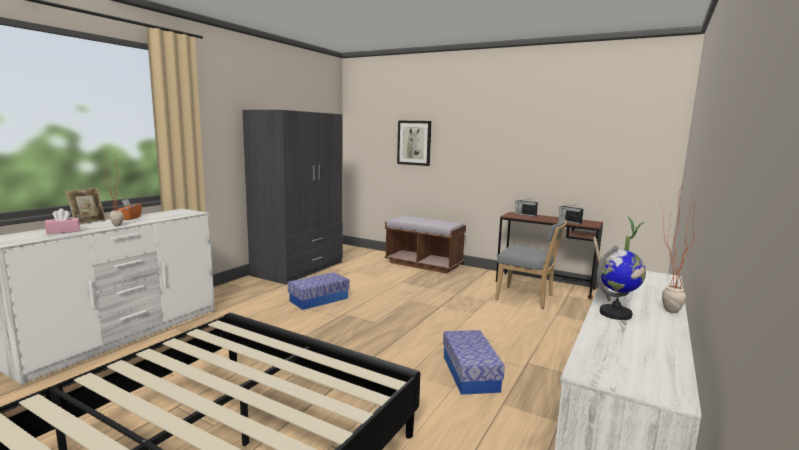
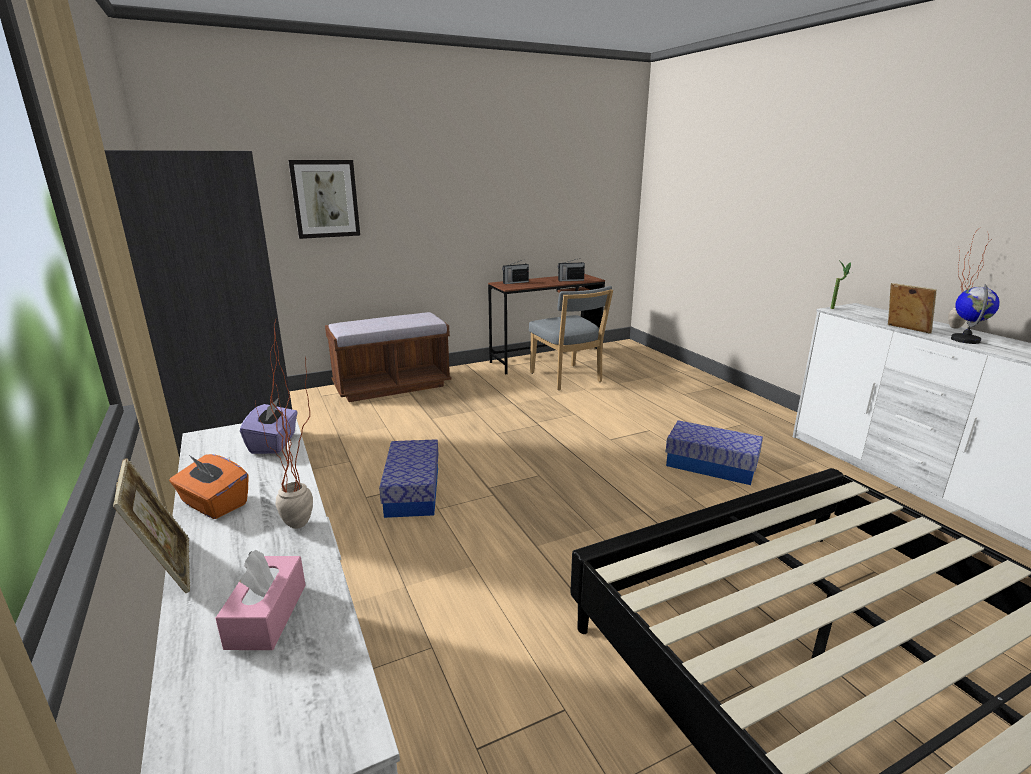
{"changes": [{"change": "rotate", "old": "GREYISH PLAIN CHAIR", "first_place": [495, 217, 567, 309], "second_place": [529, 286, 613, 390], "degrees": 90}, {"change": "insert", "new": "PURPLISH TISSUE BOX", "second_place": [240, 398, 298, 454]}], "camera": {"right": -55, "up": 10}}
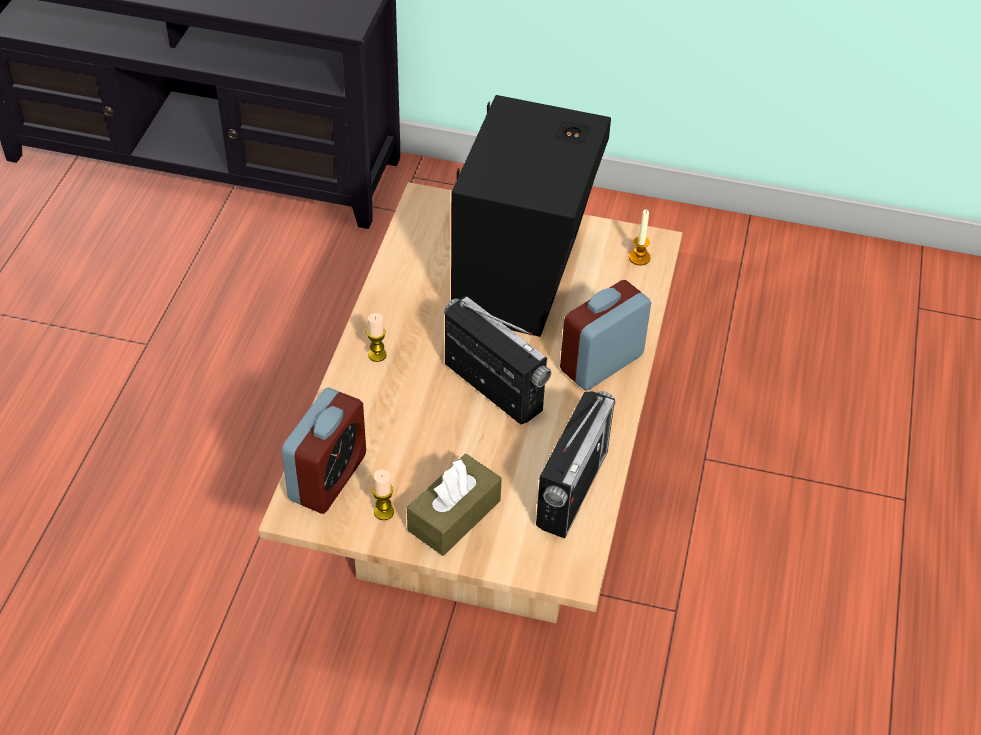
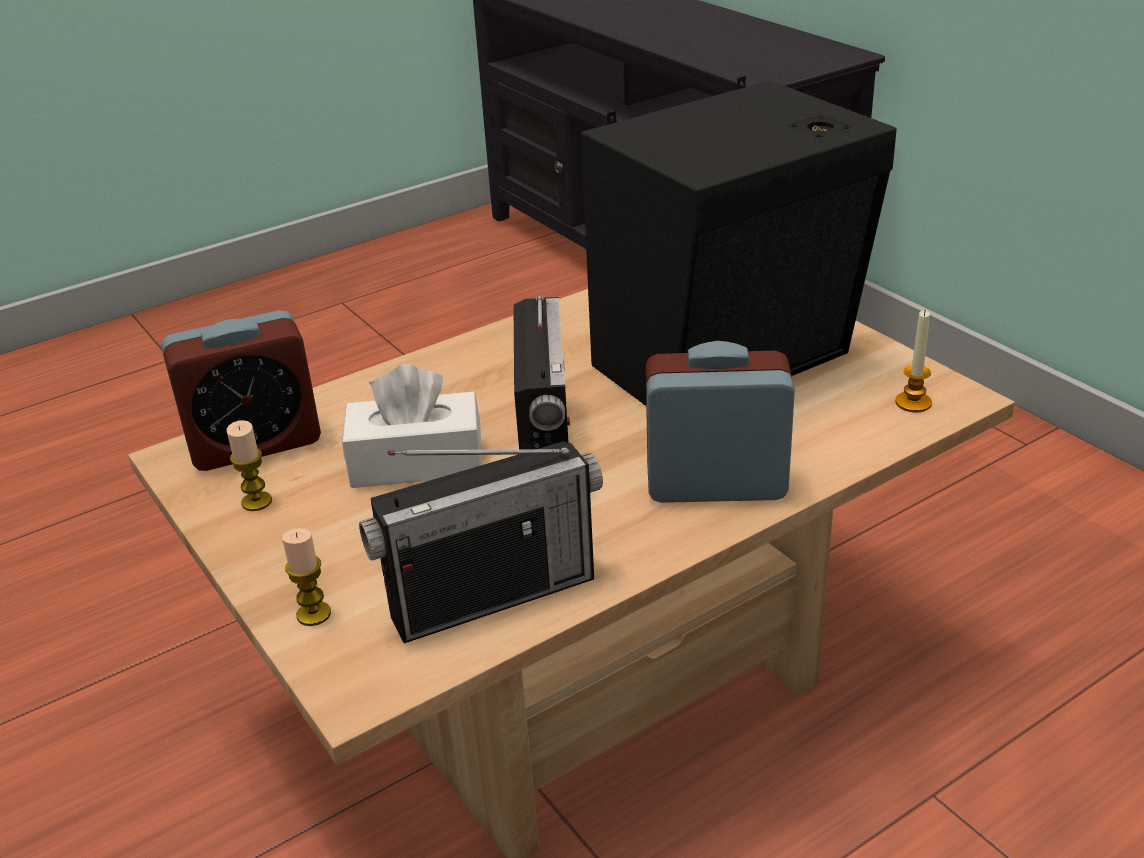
{"changes": [{"change": "move", "old": "WAX LIGHT", "first_place": [367, 313, 387, 362], "second_place": [282, 528, 331, 626]}, {"change": "delete", "old": "BROWN-COLOURED TISSUE BOX", "first_place": [407, 454, 502, 556]}, {"change": "insert", "new": "WHITE TISSUE BOX", "second_place": [342, 364, 482, 488]}], "camera": {"right": 45, "up": -15}}
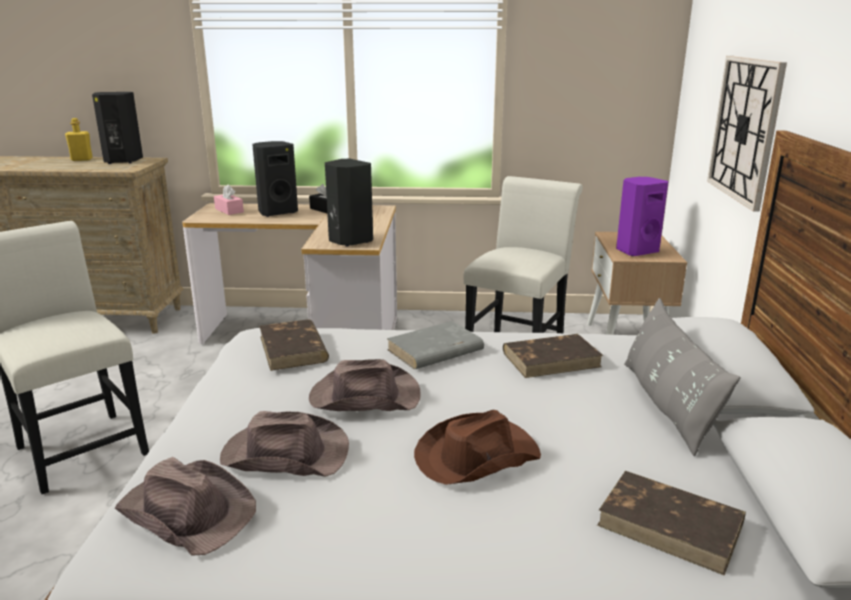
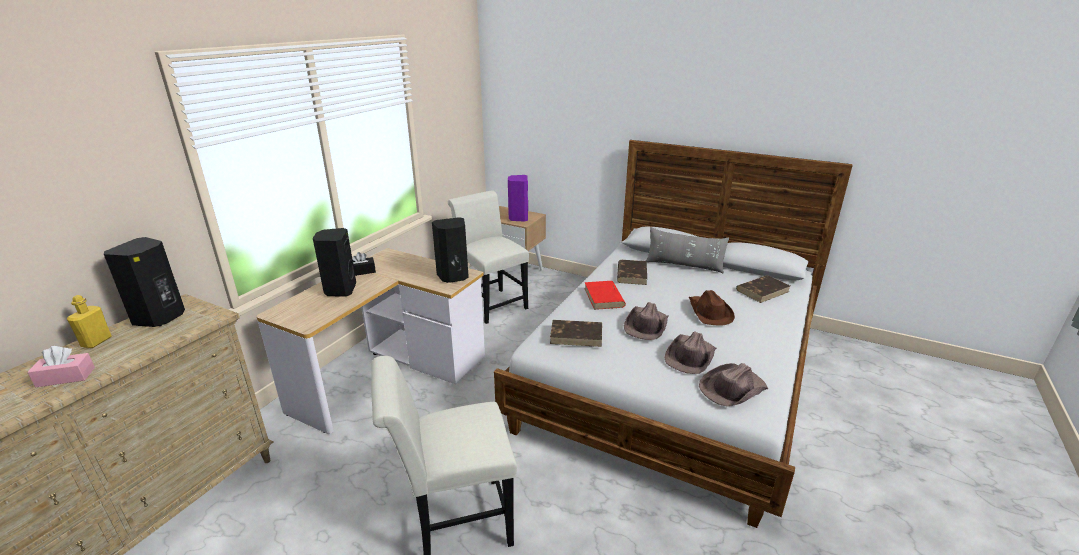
{"changes": [{"change": "move", "old": "PINK-COLOURED TISSUE BOX", "first_place": [214, 184, 244, 215], "second_place": [27, 346, 95, 387]}, {"change": "recolor", "old": "GREYISH BOUND BOOK", "new": "RED-COLOURED BOUND BOOK", "first_place": [387, 321, 484, 370], "second_place": [584, 281, 626, 310]}, {"change": "delete", "old": "WALL CLOCK", "first_place": [707, 56, 787, 212]}], "camera": {"right": -65, "up": 5}}
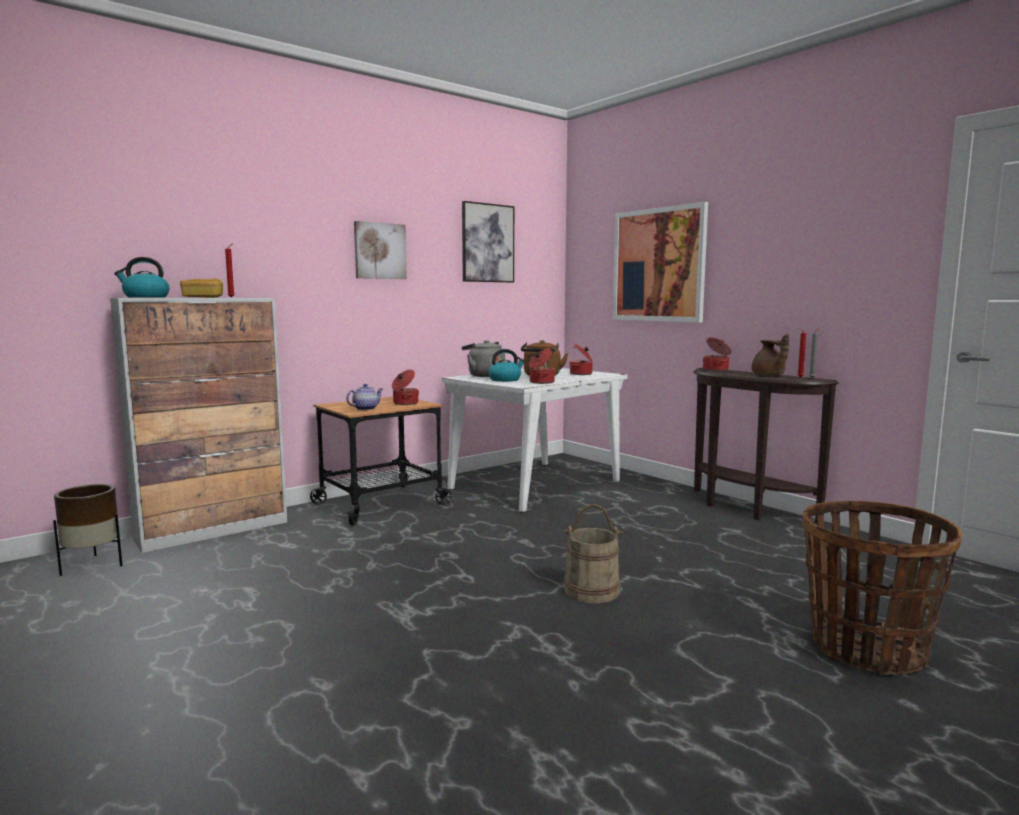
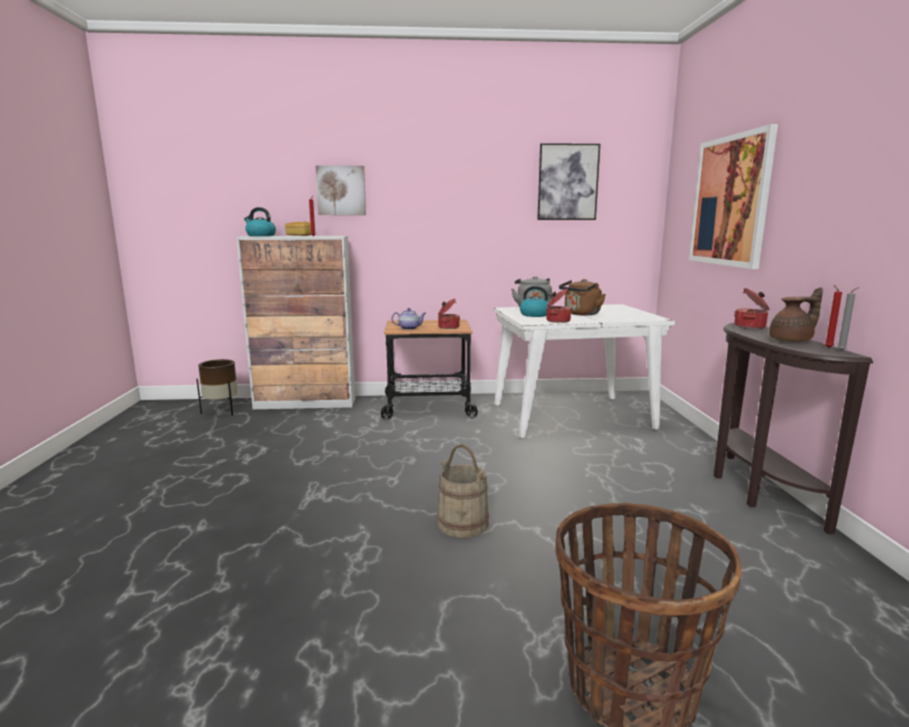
{"changes": [{"change": "move", "old": "WALL ART", "first_place": [354, 221, 407, 279], "second_place": [316, 166, 366, 215]}, {"change": "delete", "old": "SAUCEPOT", "first_place": [570, 344, 593, 375]}, {"change": "rotate", "old": "BROWN-COLOURED TEAPOT", "first_place": [752, 334, 789, 376], "second_place": [769, 287, 823, 342], "degrees": -120}], "camera": {"right": 35, "up": 5}}
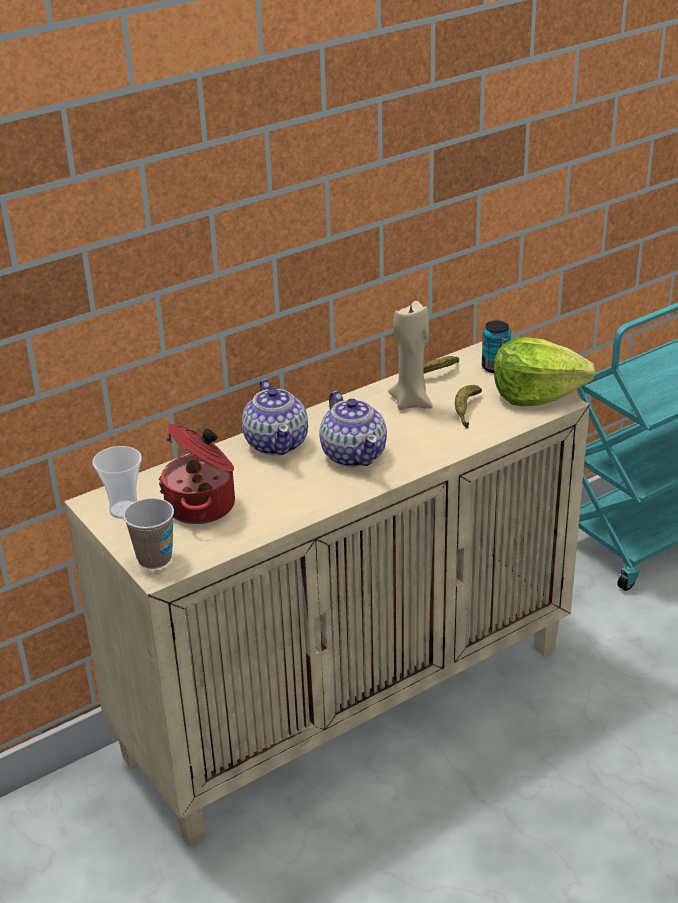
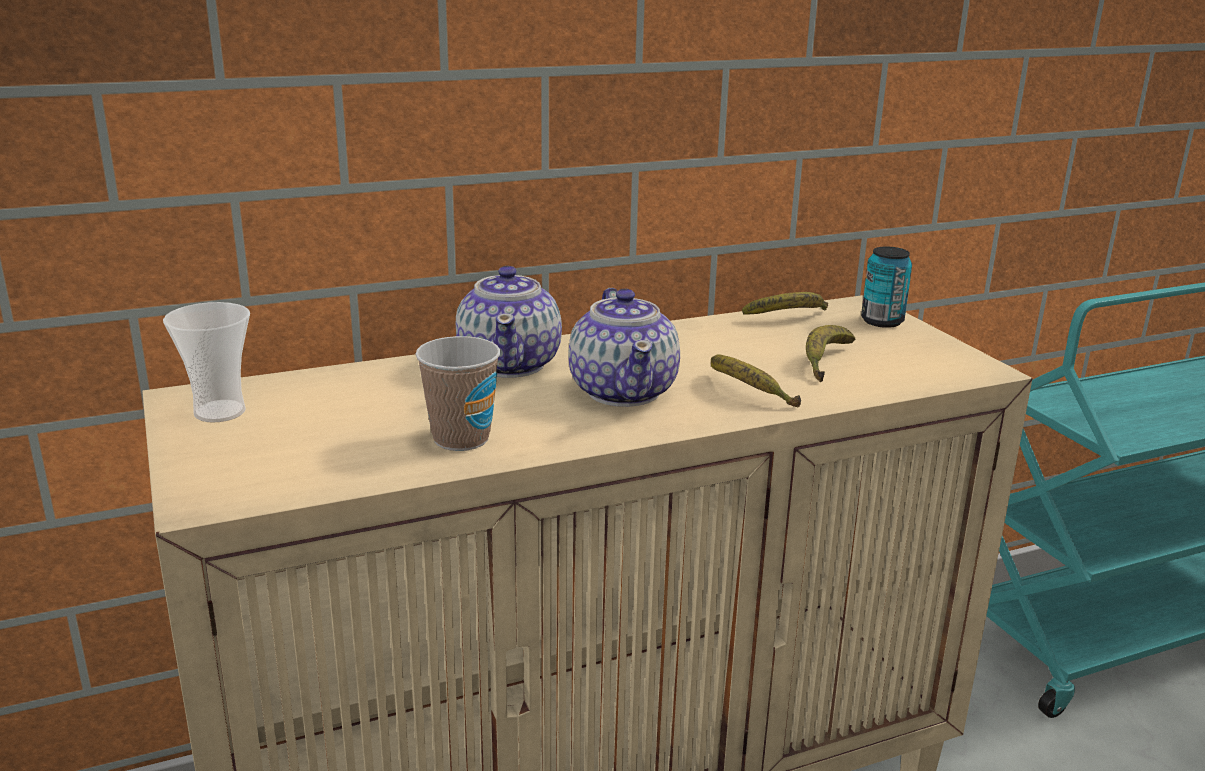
{"changes": [{"change": "move", "old": "CUP", "first_place": [123, 498, 174, 569], "second_place": [415, 336, 501, 451]}, {"change": "delete", "old": "SAUCEPOT", "first_place": [159, 424, 235, 524]}, {"change": "delete", "old": "SAND-COLOURED WAX LIGHT", "first_place": [388, 301, 433, 410]}, {"change": "delete", "old": "LETTUCE HEAD", "first_place": [494, 337, 596, 406]}, {"change": "insert", "new": "BANANA FRUIT", "second_place": [711, 354, 801, 407]}], "camera": {"right": 10, "up": -10}}
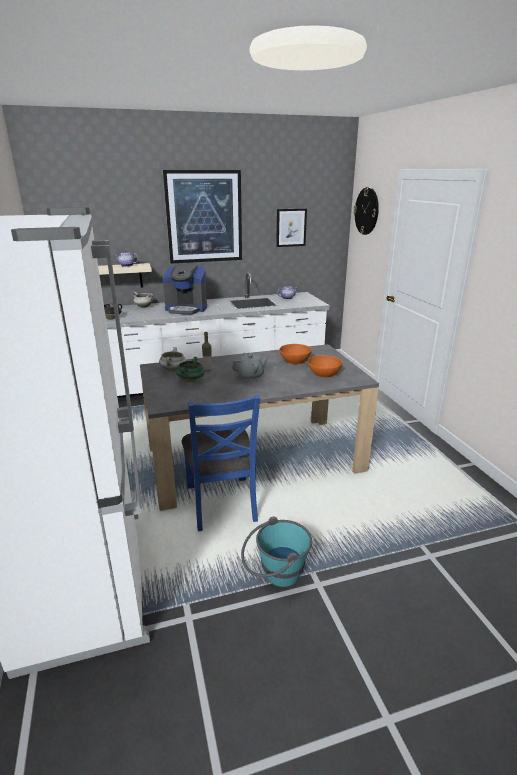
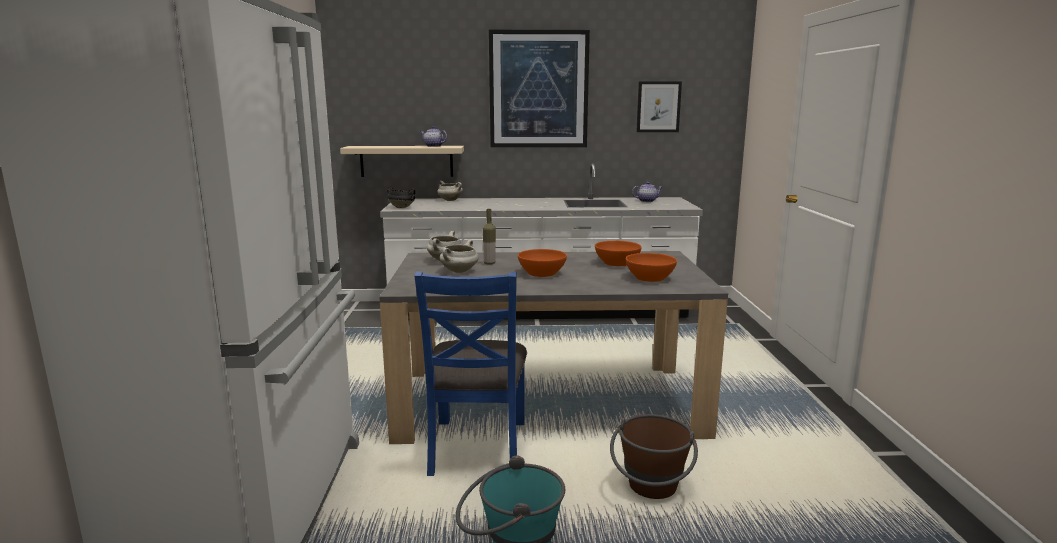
{"changes": [{"change": "delete", "old": "COFFEE MAKER", "first_place": [162, 263, 207, 314]}, {"change": "recolor", "old": "GREEN SAUCEPOT", "new": "WHITE SAUCEPOT", "first_place": [176, 357, 205, 383], "second_place": [440, 240, 479, 273]}, {"change": "replace", "old": "GREYISH TEAPOT", "new": "ORANGE SERVING BOWL", "first_place": [232, 353, 269, 381], "second_place": [518, 249, 567, 277]}, {"change": "delete", "old": "WALL CLOCK", "first_place": [353, 187, 379, 235]}, {"change": "insert", "new": "BROWN-COLOURED BUCKET", "second_place": [610, 414, 698, 499]}], "camera": {"right": 15, "up": -10}}
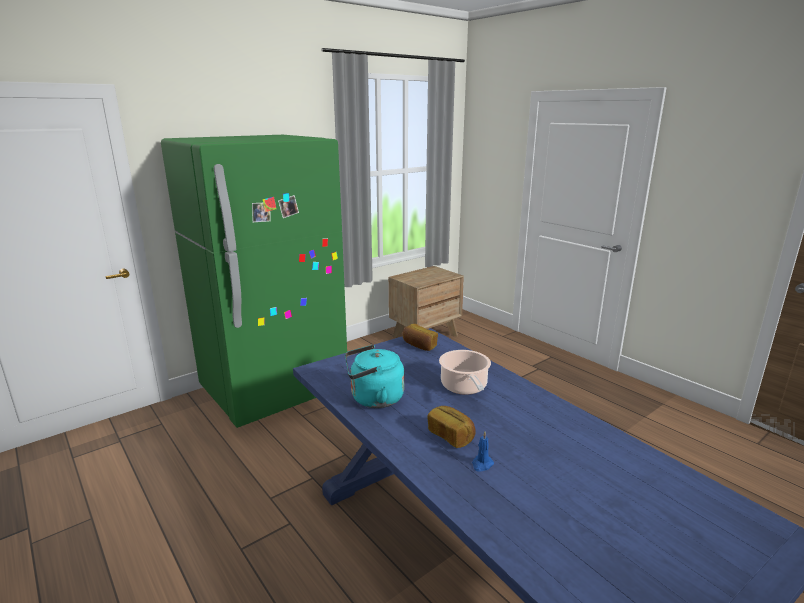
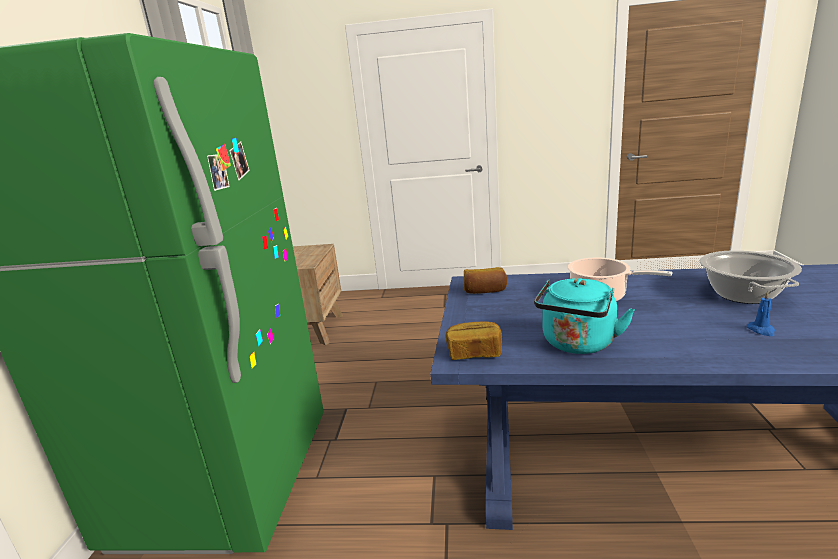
{"changes": [{"change": "move", "old": "BREAD", "first_place": [428, 406, 476, 448], "second_place": [446, 321, 502, 360]}, {"change": "insert", "new": "SAUCEPOT", "second_place": [700, 250, 802, 304]}], "camera": {"right": -45, "up": 0}}
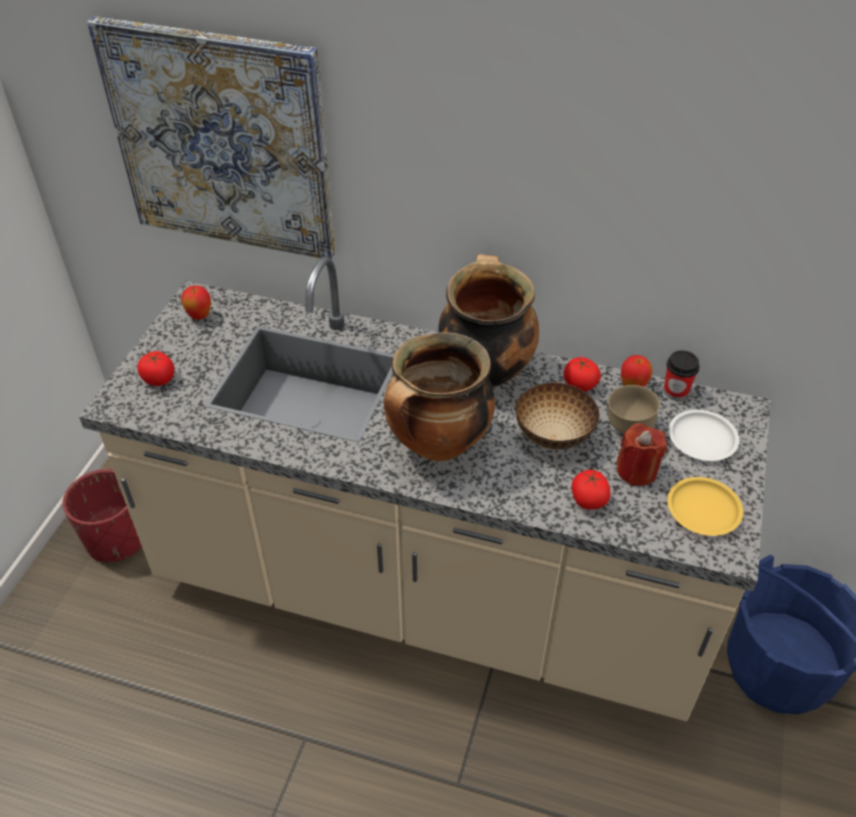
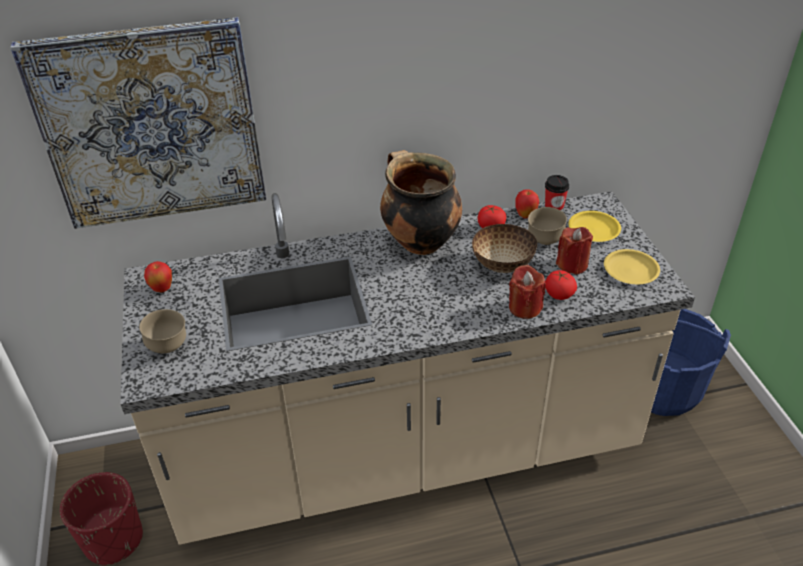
{"changes": [{"change": "replace", "old": "FRESH TOMATO", "new": "BROWN-COLOURED SERVING BOWL", "first_place": [137, 351, 174, 386], "second_place": [139, 309, 186, 353]}, {"change": "delete", "old": "SAUCEPOT", "first_place": [384, 332, 495, 461]}, {"change": "recolor", "old": "WHITE PLATE", "new": "YELLOWISH PLATE", "first_place": [668, 410, 739, 461], "second_place": [569, 211, 621, 242]}, {"change": "insert", "new": "RED-COLOURED WAX LIGHT", "second_place": [509, 265, 546, 319]}], "camera": {"right": -30, "up": -5}}
